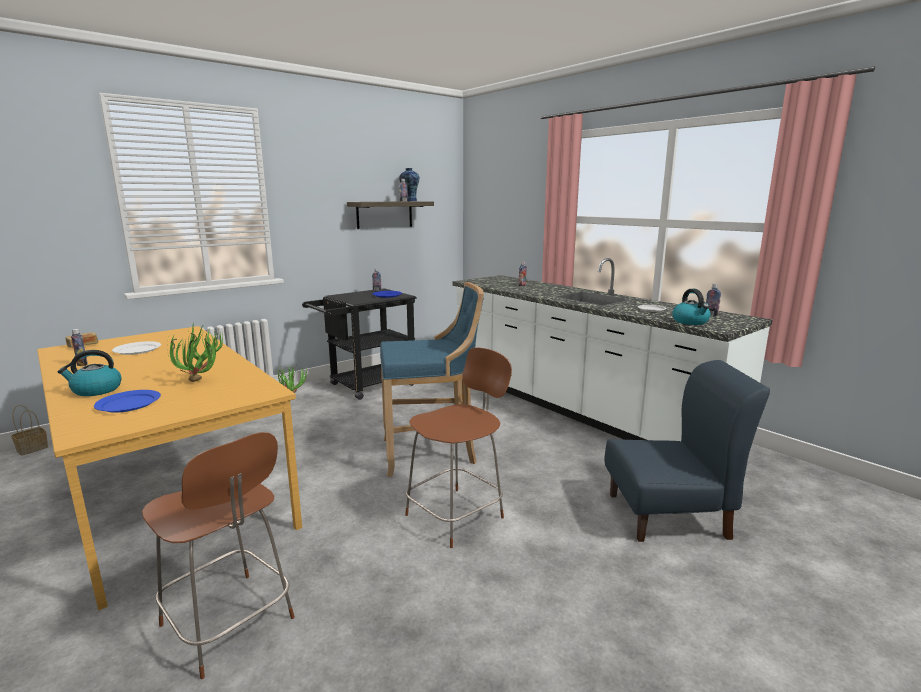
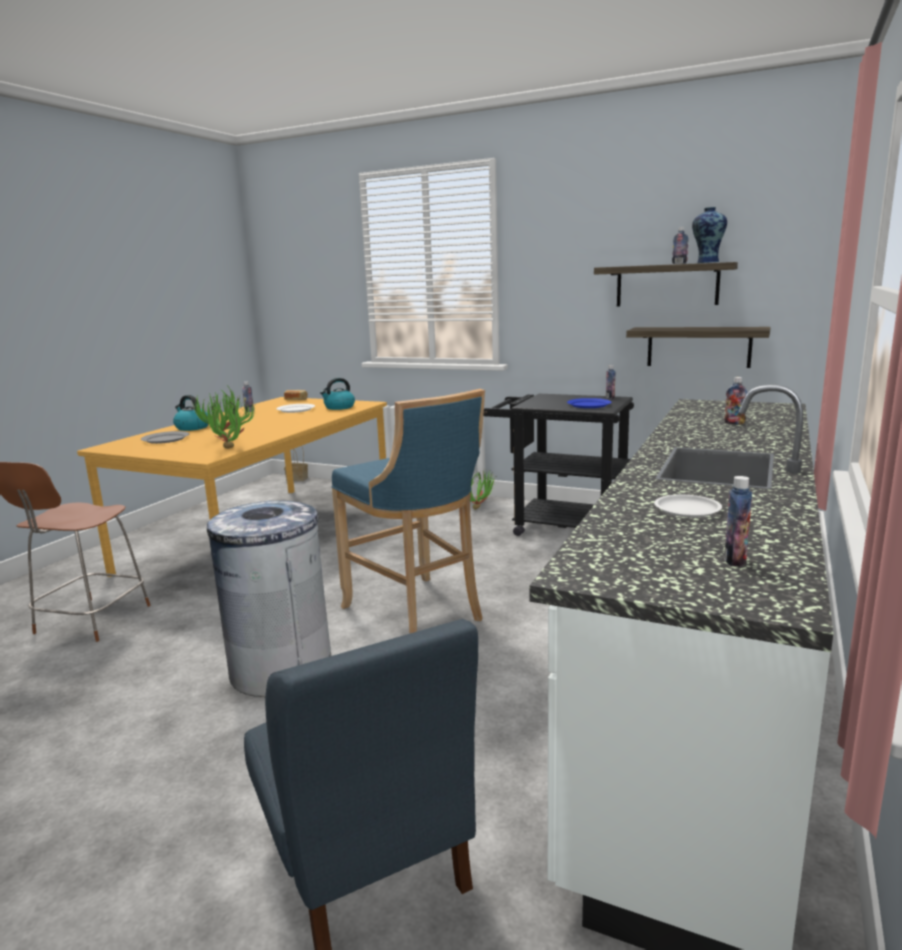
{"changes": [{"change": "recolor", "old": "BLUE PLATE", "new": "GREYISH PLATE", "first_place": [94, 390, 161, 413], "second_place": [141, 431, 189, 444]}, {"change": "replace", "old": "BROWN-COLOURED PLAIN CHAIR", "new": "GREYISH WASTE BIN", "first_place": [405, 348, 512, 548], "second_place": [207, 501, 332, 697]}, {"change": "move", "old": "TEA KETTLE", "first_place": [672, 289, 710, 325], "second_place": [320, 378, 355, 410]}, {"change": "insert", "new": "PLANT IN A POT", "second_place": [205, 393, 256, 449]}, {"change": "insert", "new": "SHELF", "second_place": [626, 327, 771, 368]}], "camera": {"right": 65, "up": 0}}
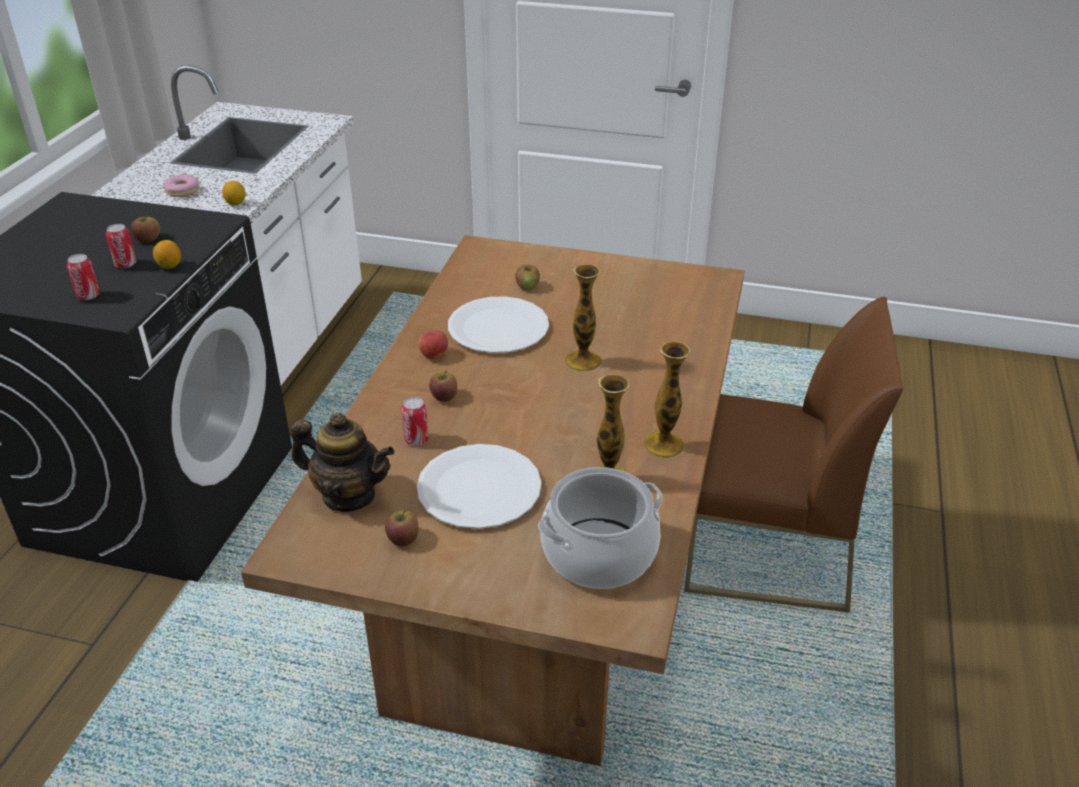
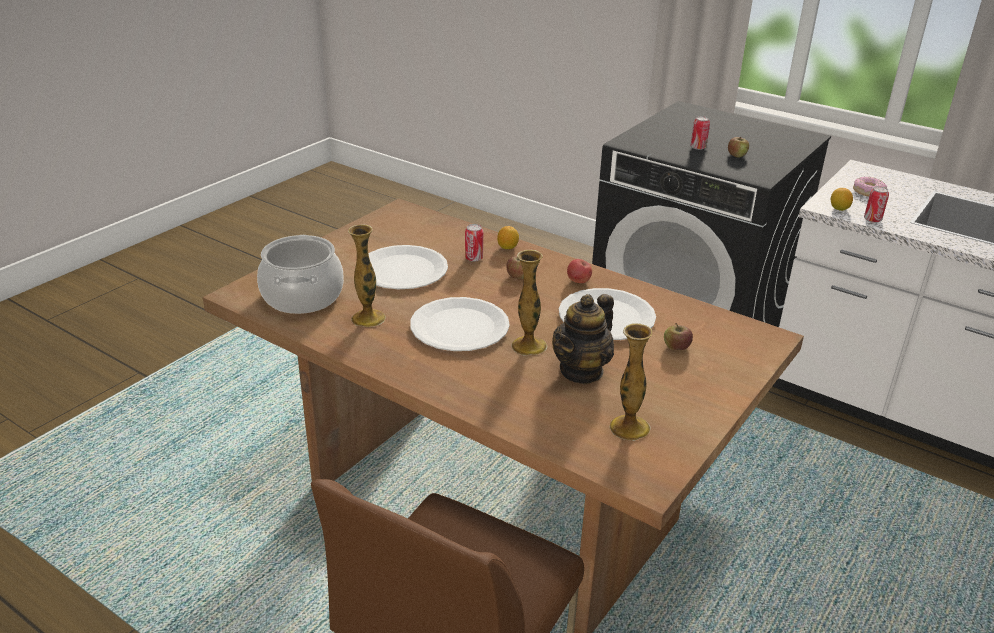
{"changes": [{"change": "move", "old": "METAL CAN", "first_place": [67, 254, 100, 300], "second_place": [864, 186, 889, 223]}, {"change": "move", "old": "WHOLE LEMON", "first_place": [153, 240, 181, 269], "second_place": [497, 226, 519, 249]}, {"change": "move", "old": "TEAPOT", "first_place": [291, 413, 395, 512], "second_place": [552, 294, 614, 384]}, {"change": "delete", "old": "APPLE", "first_place": [385, 510, 418, 546]}, {"change": "move", "old": "VASE", "first_place": [643, 342, 691, 458], "second_place": [610, 323, 652, 441]}, {"change": "insert", "new": "WHITE PLATE", "second_place": [410, 297, 510, 351]}], "camera": {"right": 110, "up": -5}}
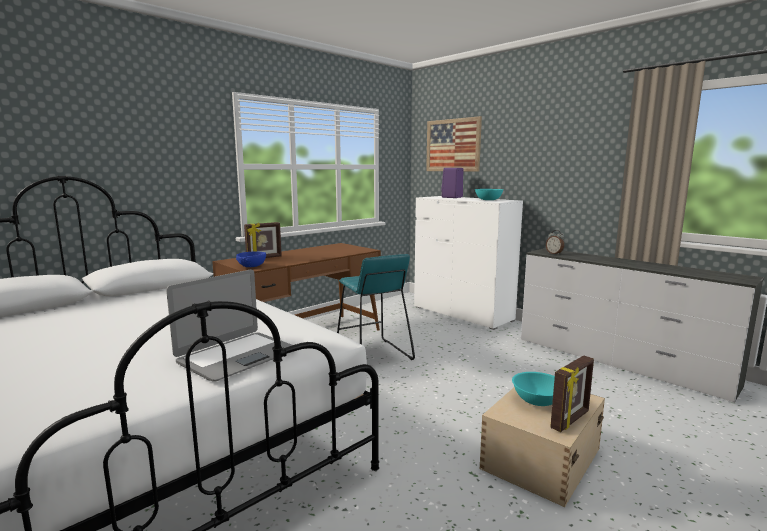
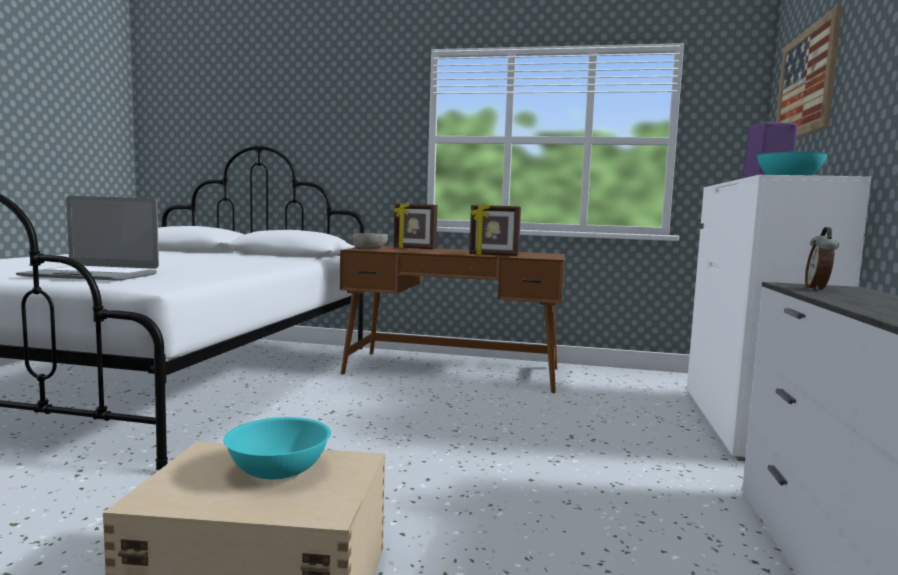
{"changes": [{"change": "recolor", "old": "BLUE SERVING BOWL", "new": "GREYISH SERVING BOWL", "first_place": [236, 251, 266, 267], "second_place": [352, 233, 388, 249]}, {"change": "delete", "old": "BLUE-GREEN SITTING STOOL", "first_place": [337, 254, 415, 360]}, {"change": "move", "old": "PICTURE FRAME", "first_place": [550, 355, 594, 432], "second_place": [469, 203, 521, 256]}], "camera": {"right": 55, "up": -5}}
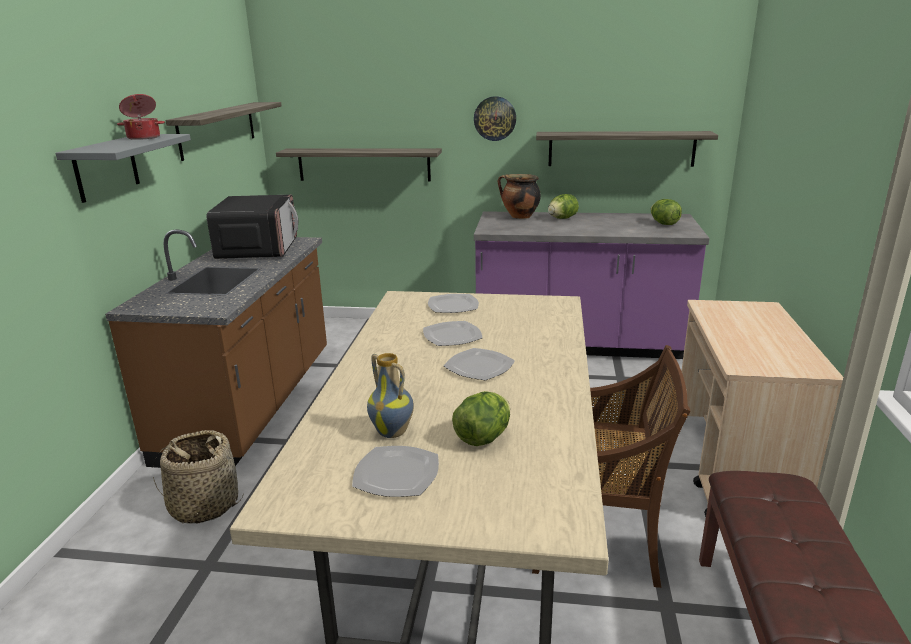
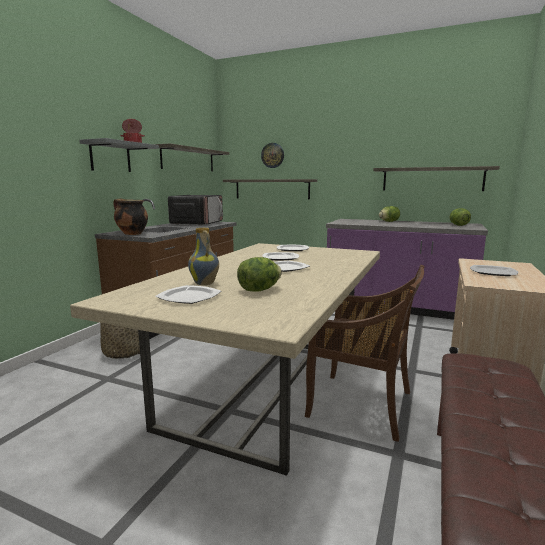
{"changes": [{"change": "move", "old": "WALL CLOCK", "first_place": [474, 96, 516, 141], "second_place": [261, 143, 284, 168]}, {"change": "move", "old": "SAUCEPOT", "first_place": [498, 174, 541, 219], "second_place": [113, 198, 148, 235]}, {"change": "insert", "new": "PLATE", "second_place": [470, 265, 519, 276]}], "camera": {"right": 15, "up": -10}}
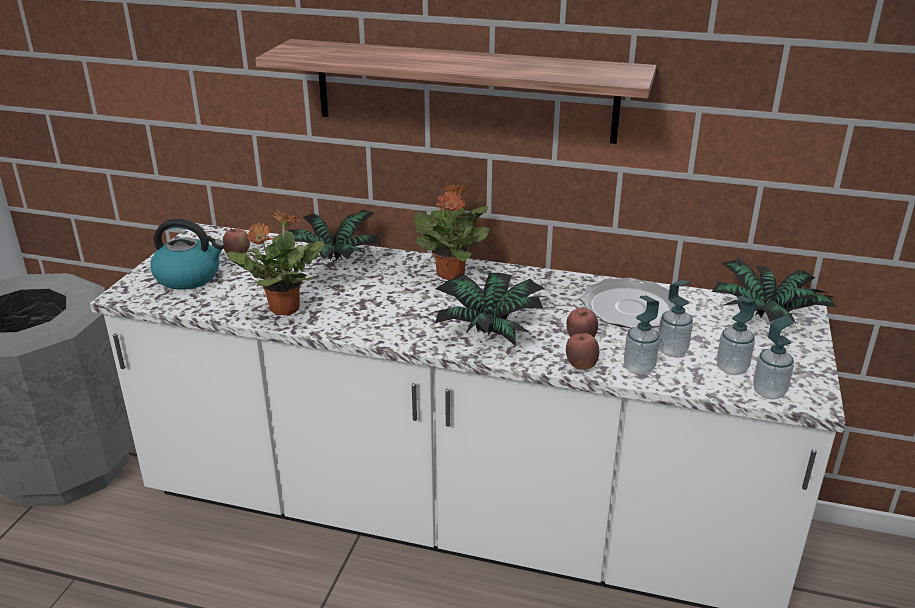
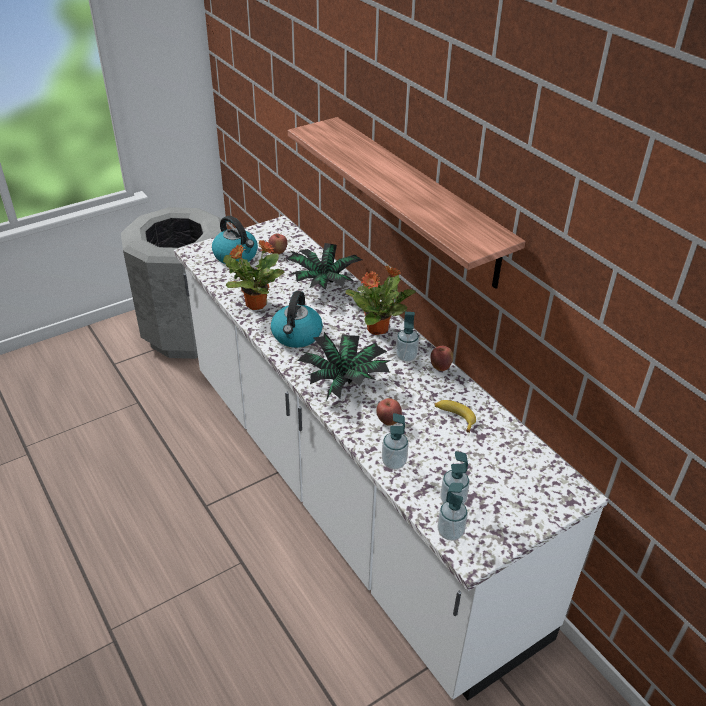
{"changes": [{"change": "move", "old": "APPLE", "first_place": [566, 333, 599, 370], "second_place": [431, 346, 453, 371]}, {"change": "replace", "old": "PLATE", "new": "BANANA FRUIT", "first_place": [580, 278, 675, 328], "second_place": [434, 400, 476, 433]}, {"change": "move", "old": "SOAP DISPENSER", "first_place": [658, 280, 693, 357], "second_place": [396, 312, 419, 362]}, {"change": "delete", "old": "PLANT IN A POT", "first_place": [712, 258, 837, 323]}, {"change": "insert", "new": "TEA KETTLE", "second_place": [271, 291, 323, 348]}], "camera": {"right": 40, "up": 10}}
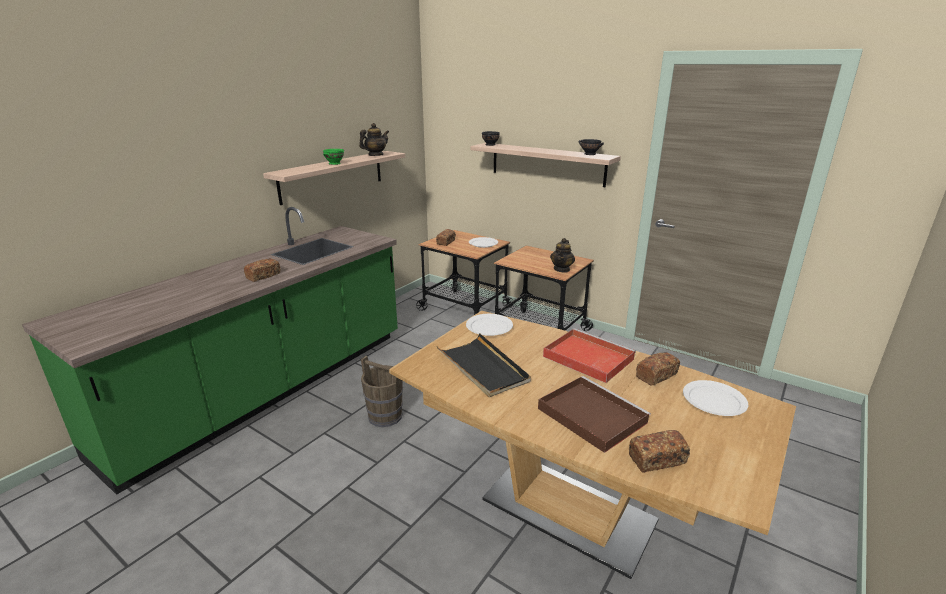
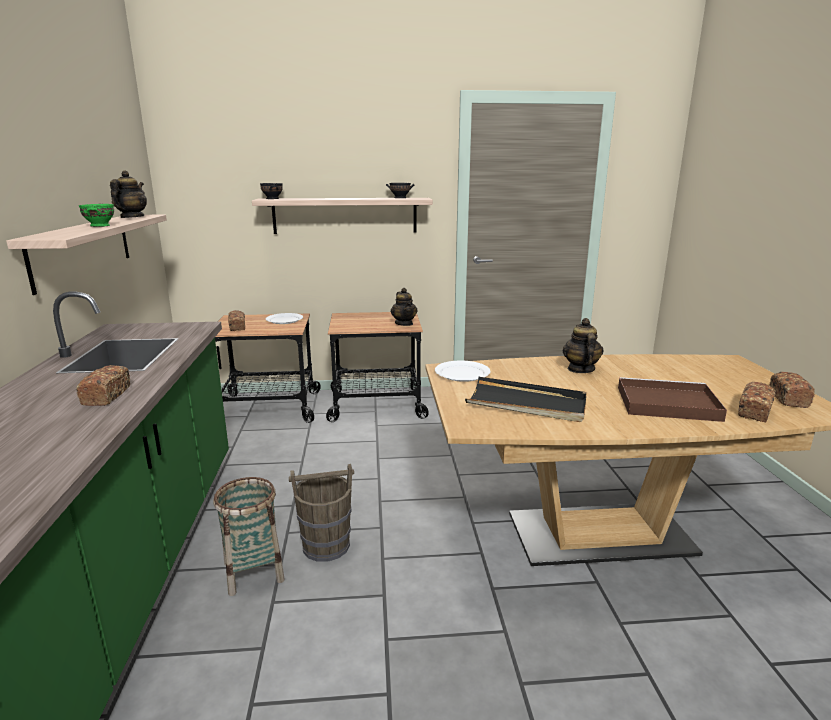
{"changes": [{"change": "replace", "old": "RED-COLOURED SERVING TRAY", "new": "TEAPOT", "first_place": [543, 328, 636, 383], "second_place": [563, 318, 603, 373]}, {"change": "move", "old": "BREAD", "first_place": [636, 352, 680, 386], "second_place": [770, 372, 815, 408]}, {"change": "delete", "old": "WHITE PLATE", "first_place": [683, 380, 748, 416]}, {"change": "insert", "new": "BASKET", "second_place": [213, 477, 285, 596]}], "camera": {"right": -40, "up": -5}}
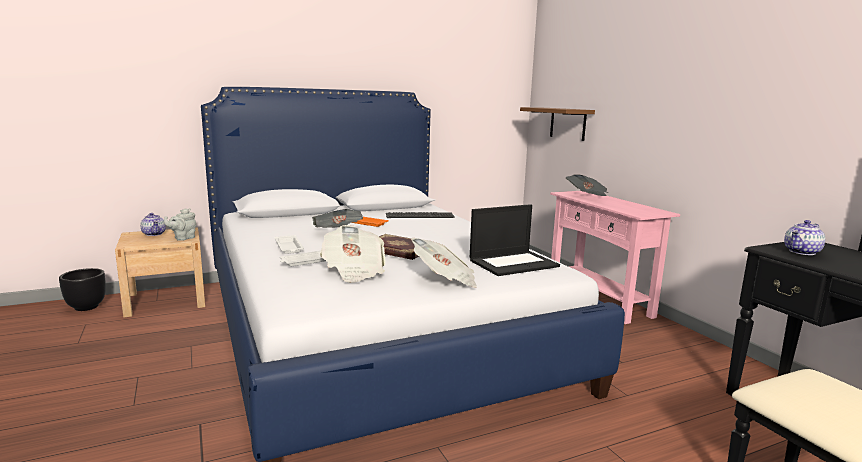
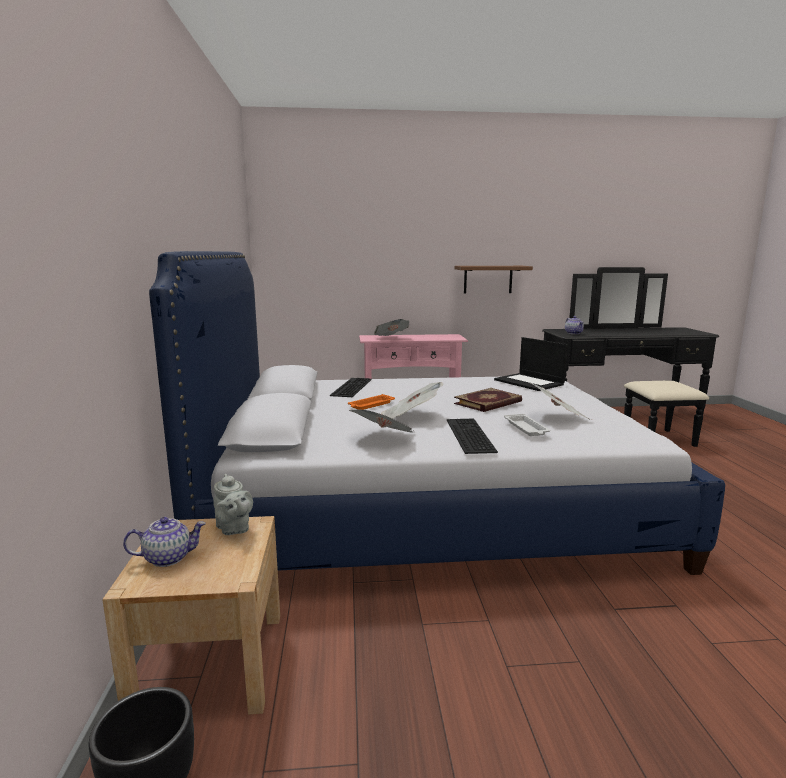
{"changes": [{"change": "replace", "old": "WHITE SERVING TRAY", "new": "KEYBOARD", "first_place": [275, 235, 304, 254], "second_place": [447, 419, 498, 454]}, {"change": "move", "old": "NEWSPAPER", "first_place": [411, 238, 477, 288], "second_place": [349, 409, 413, 432]}, {"change": "rotate", "old": "LAPTOP", "first_place": [470, 204, 560, 276], "second_place": [494, 337, 568, 391], "degrees": 150}, {"change": "move", "old": "BROWN-COLOURED SHELF", "first_place": [520, 107, 595, 141], "second_place": [455, 266, 533, 293]}], "camera": {"right": -70, "up": 0}}
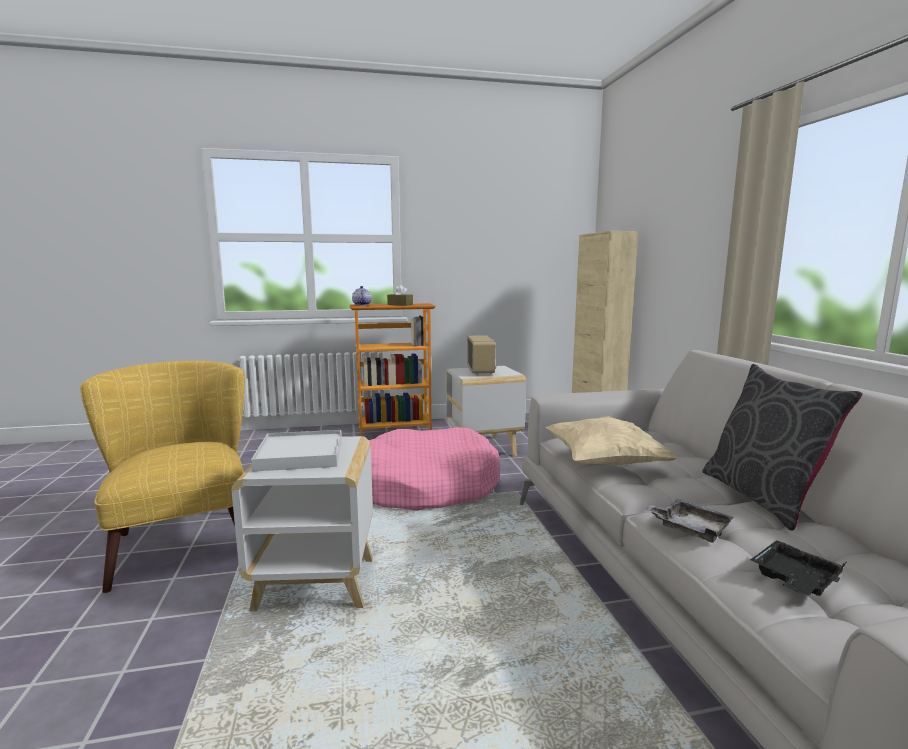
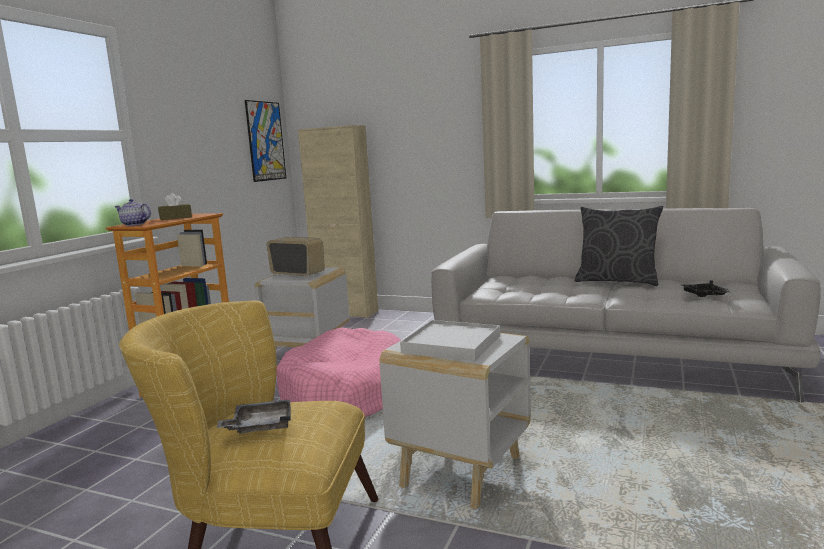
{"changes": [{"change": "delete", "old": "SAND-COLOURED PILLOW", "first_place": [546, 416, 679, 466]}, {"change": "move", "old": "GREYISH SERVING TRAY", "first_place": [645, 499, 734, 543], "second_place": [217, 399, 291, 434]}, {"change": "insert", "new": "WALL ART", "second_place": [245, 100, 286, 182]}], "camera": {"right": -55, "up": 0}}
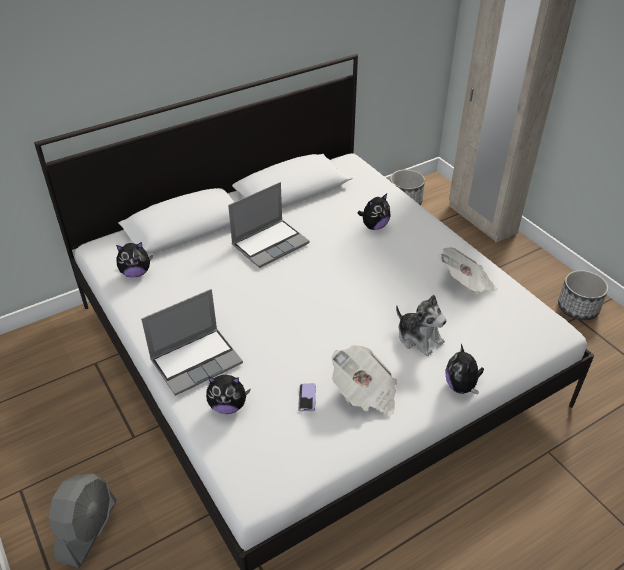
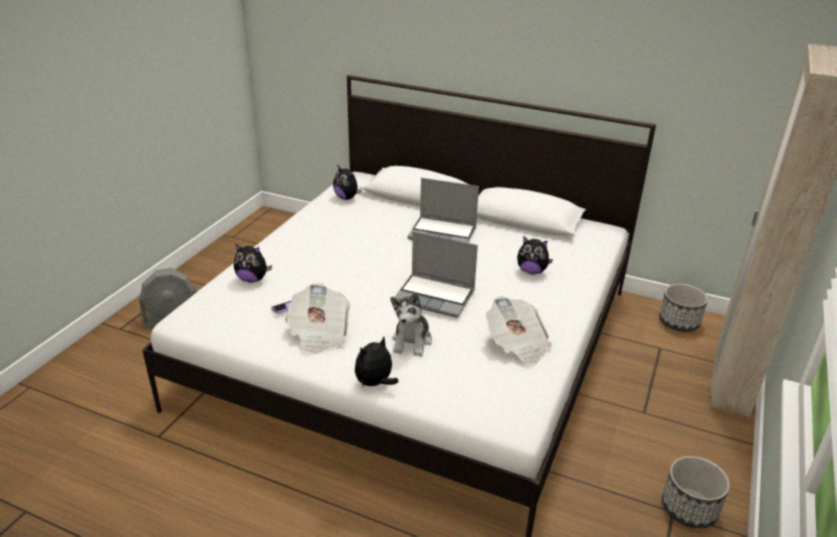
{"changes": [{"change": "move", "old": "LAPTOP", "first_place": [141, 289, 243, 396], "second_place": [395, 231, 478, 318]}, {"change": "rotate", "old": "CUDDLY TOY", "first_place": [206, 375, 251, 414], "second_place": [234, 244, 272, 283], "degrees": -45}], "camera": {"right": 55, "up": -10}}
